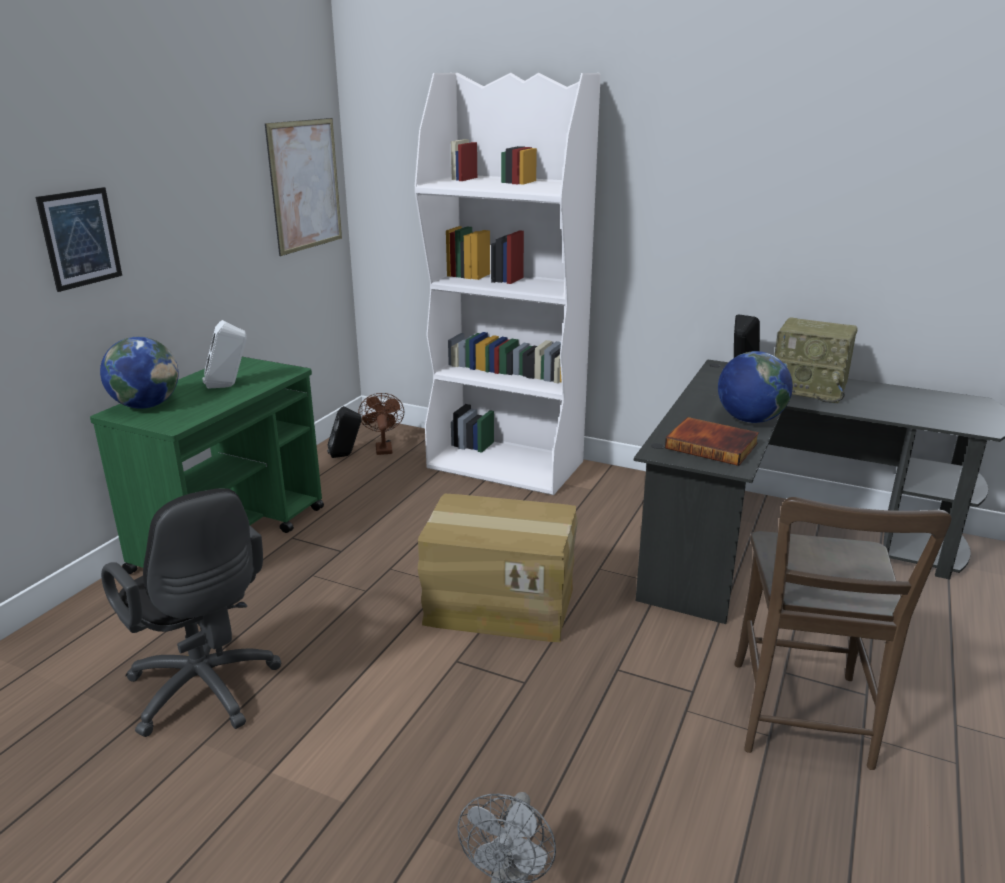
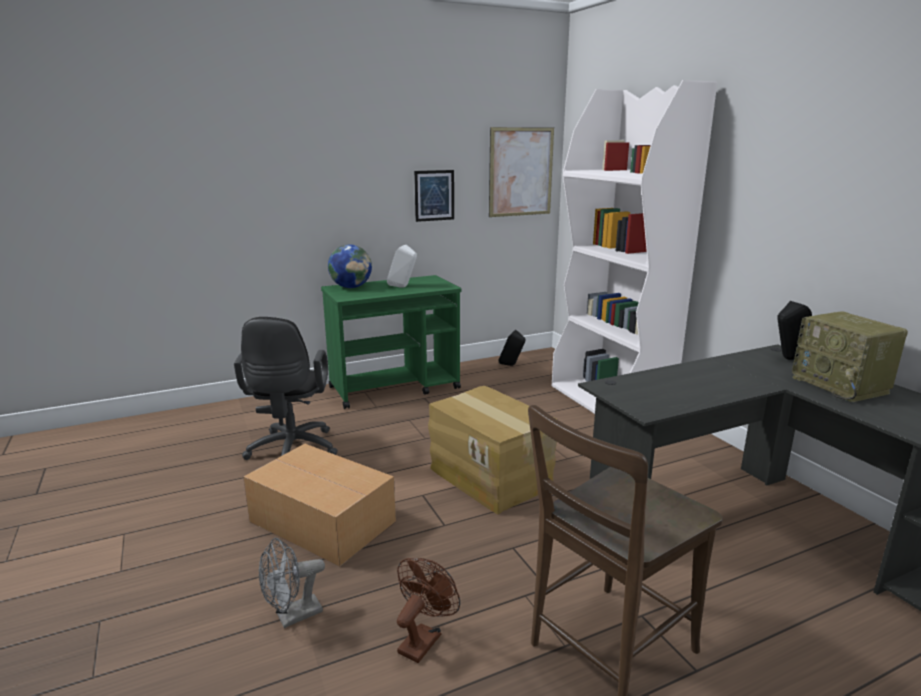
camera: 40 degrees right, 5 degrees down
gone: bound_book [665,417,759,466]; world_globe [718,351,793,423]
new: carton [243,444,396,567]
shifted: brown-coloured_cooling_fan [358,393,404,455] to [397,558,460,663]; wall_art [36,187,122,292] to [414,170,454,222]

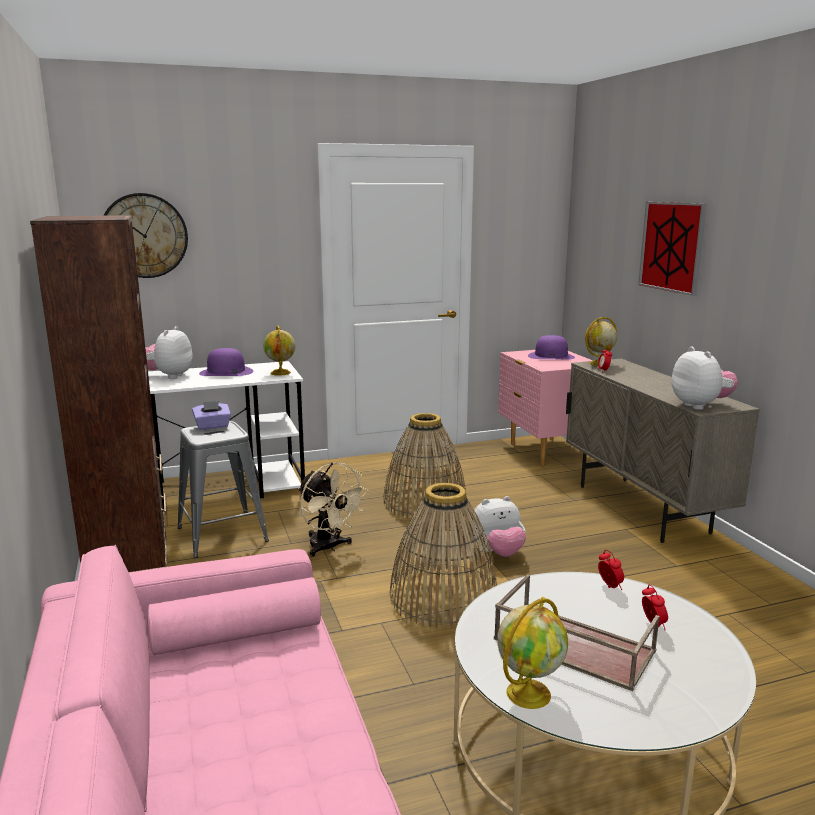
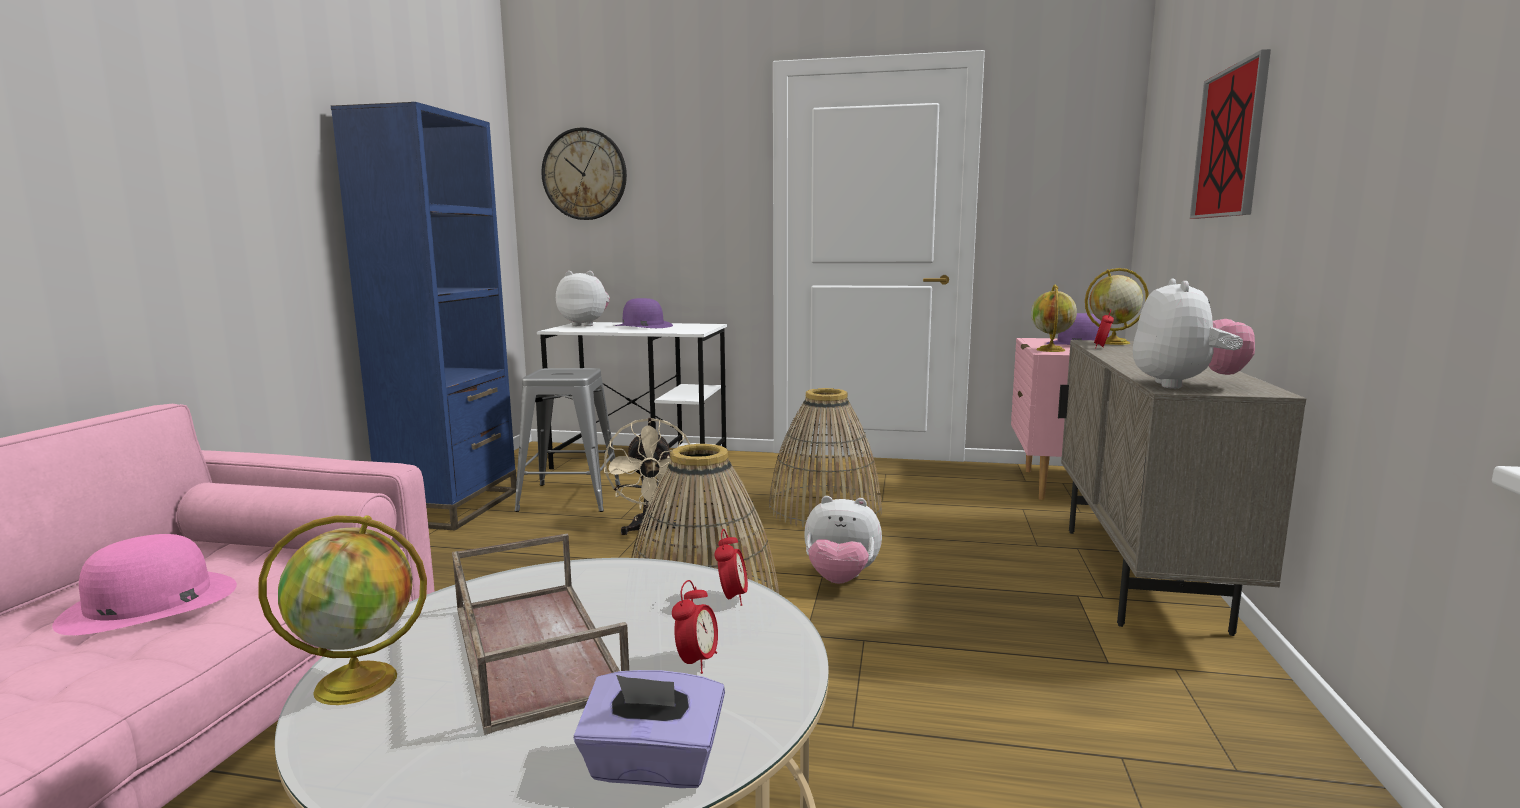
camera: 30 degrees right, 5 degrees down
new: pinkish_hat [52,534,237,635]
shifted: purple_tissue_box [192,401,231,430] to [574,670,725,788]; world_globe [263,325,295,376] to [1031,285,1077,352]
repainted: brown-coloured_shelving_unit [30,215,168,572] to blue_shelving_unit [331,102,517,530]
rotated: plush_toy [145,326,193,379] = [556,271,610,326] 60 degrees clockwise

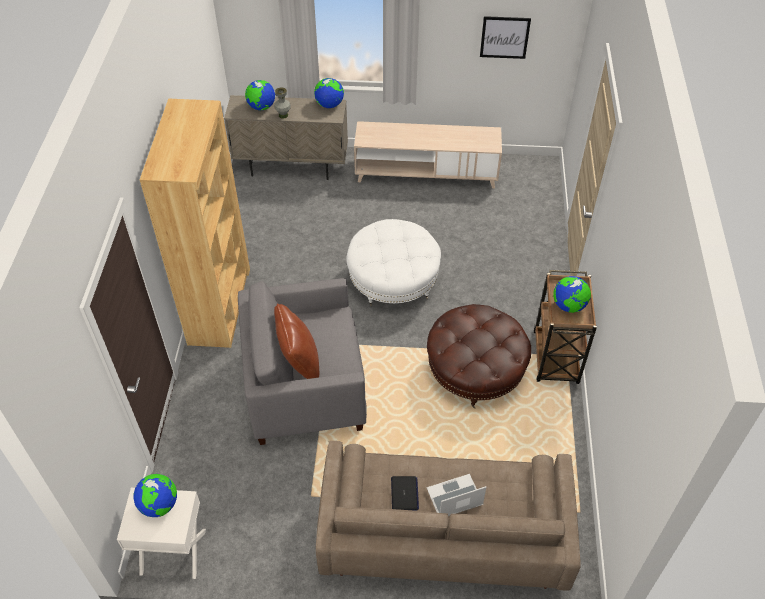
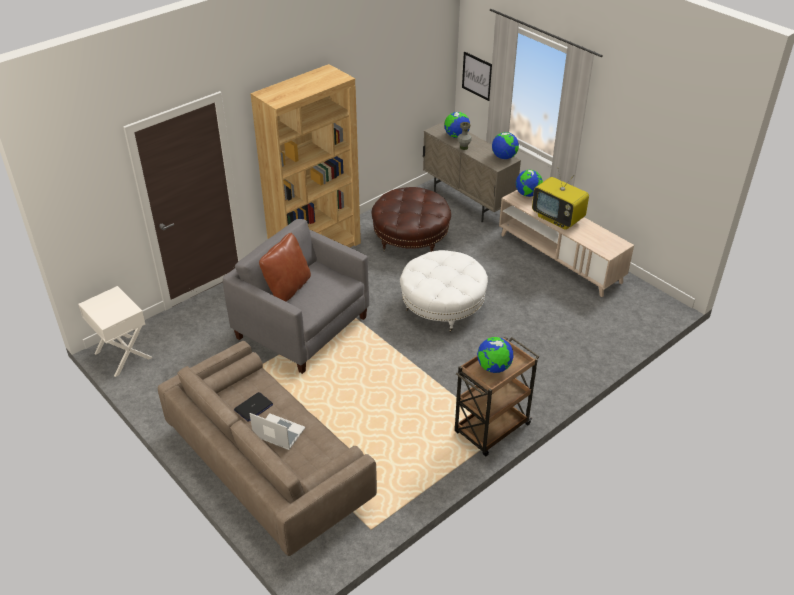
camera: 45 degrees right, 10 degrees down
new: television [532,169,589,230]
shifted: brown-coloured_ottoman [427,304,531,408] to [372,187,451,252]; wall_art [480,16,531,59] to [462,52,492,101]; world_globe [134,474,177,517] to [516,170,543,197]

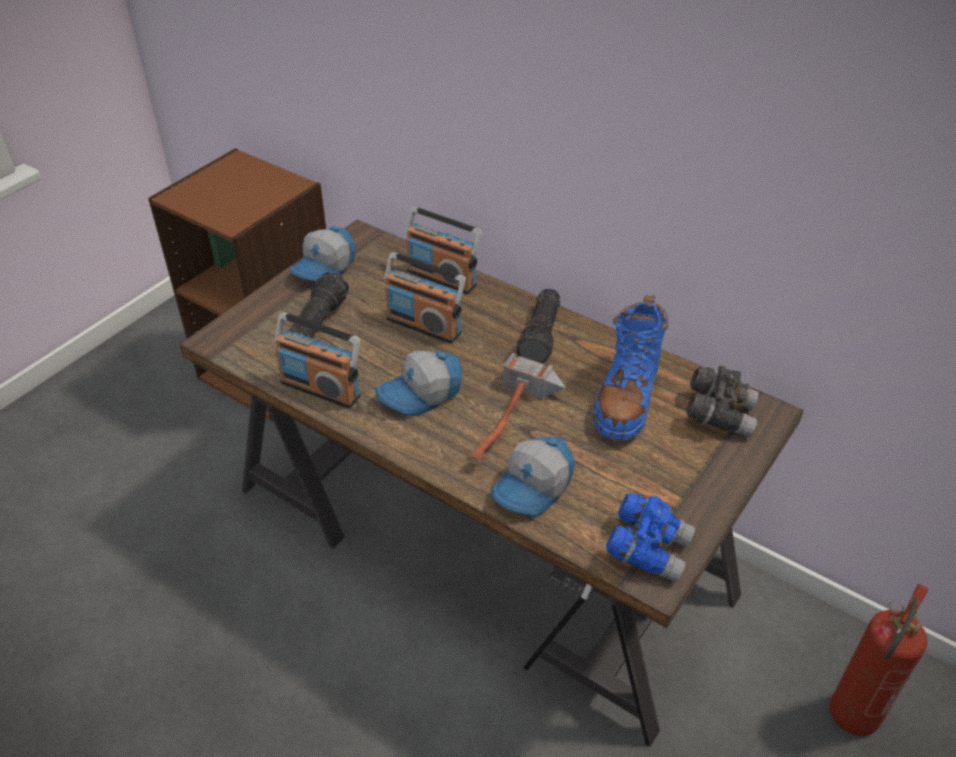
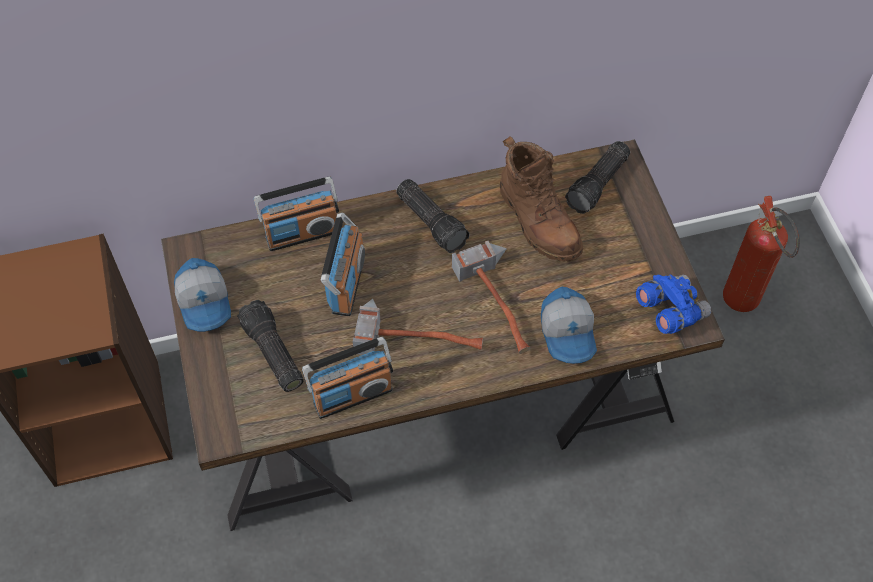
camera: 50 degrees left, 15 degrees up
swapped: cap [375,351,463,416] to hand_hammer [353,299,483,355]; gray_field_glasses [686,366,759,437] to flashlight [565,141,630,214]
repainted: blue_high-top_boot [593,295,668,440] to brown-coloured_high-top_boot [500,136,583,262]
rotated: radio_set [384,252,466,344] = [321,213,365,316] 60 degrees counterclockwise

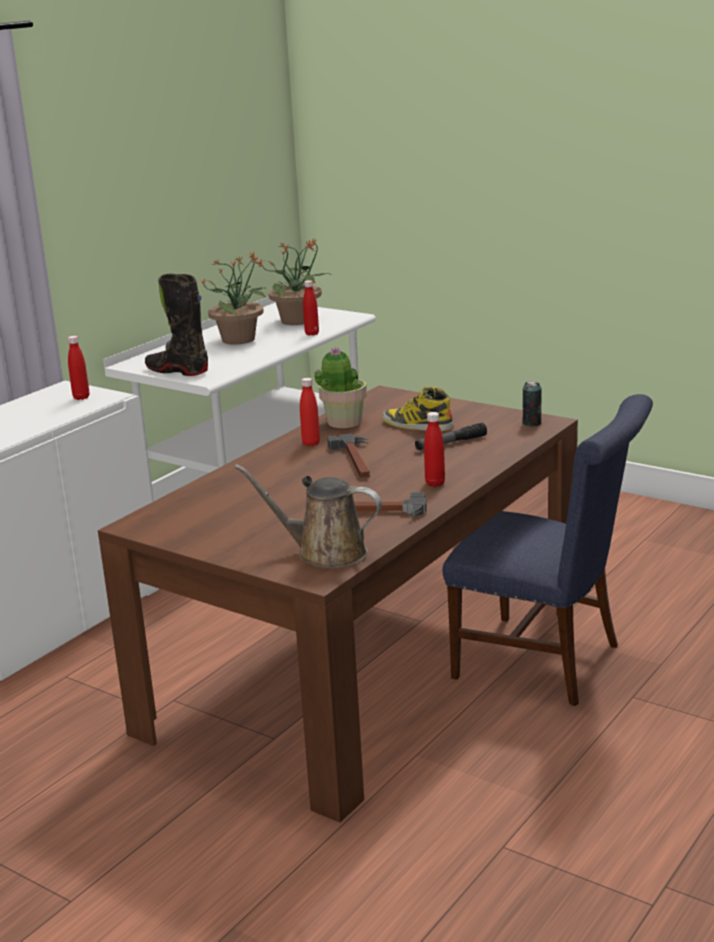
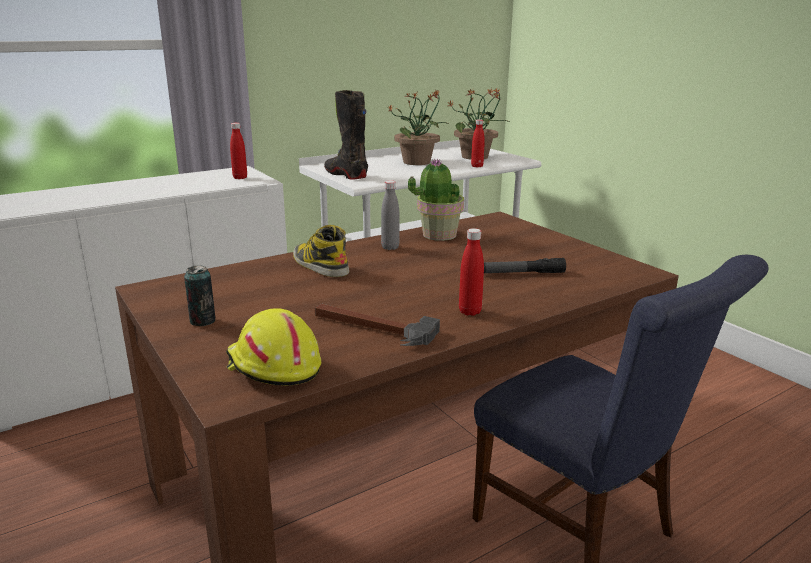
camera: 20 degrees right, 0 degrees up
gone: hand_hammer [327,433,370,478]
shifted: can [523,381,541,426] to [184,265,215,326]; high-top_boot [382,386,454,431] to [293,225,349,277]
swapped: brown-coloured_watering_pot [235,464,382,569] to yellowish_hard_hat [226,308,321,386]
repainted: red_bottle [300,378,320,446] to gray_bottle [381,180,399,250]

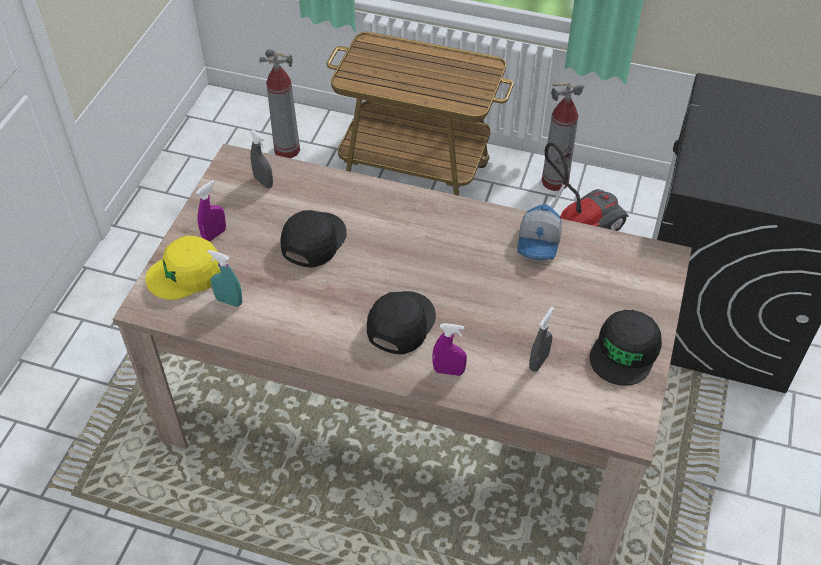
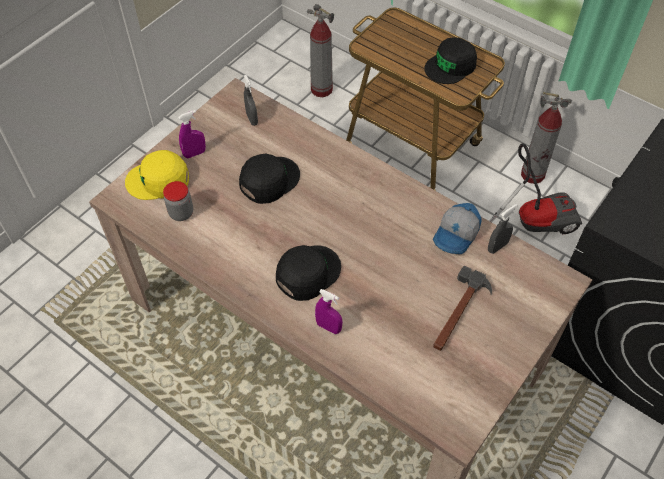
camera: 20 degrees right, 5 degrees up
new: hand_hammer [433,266,492,351]
shifted: blackish_cap [590,310,662,386] to [424,37,477,84]; gray_hand_sprayer [529,307,554,372] to [488,204,518,254]
swapped: turquoise-coloured_hand_sprayer [207,250,242,307] to jar [163,181,193,221]

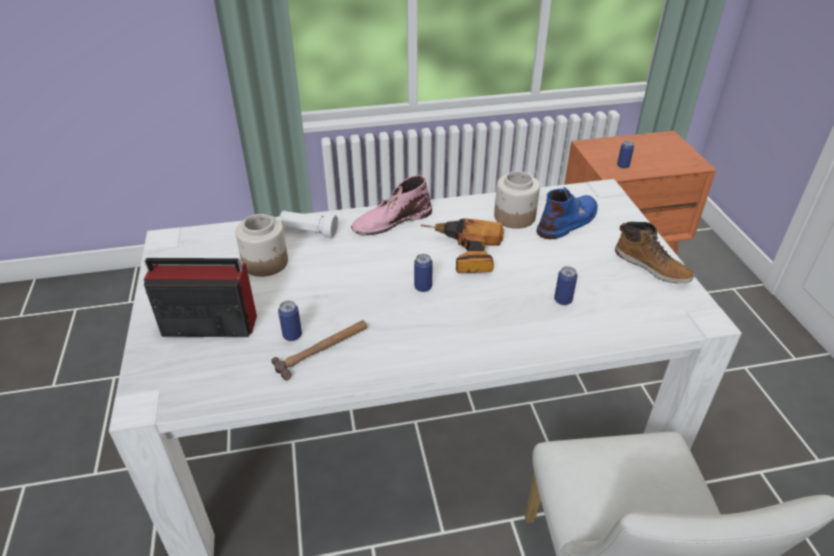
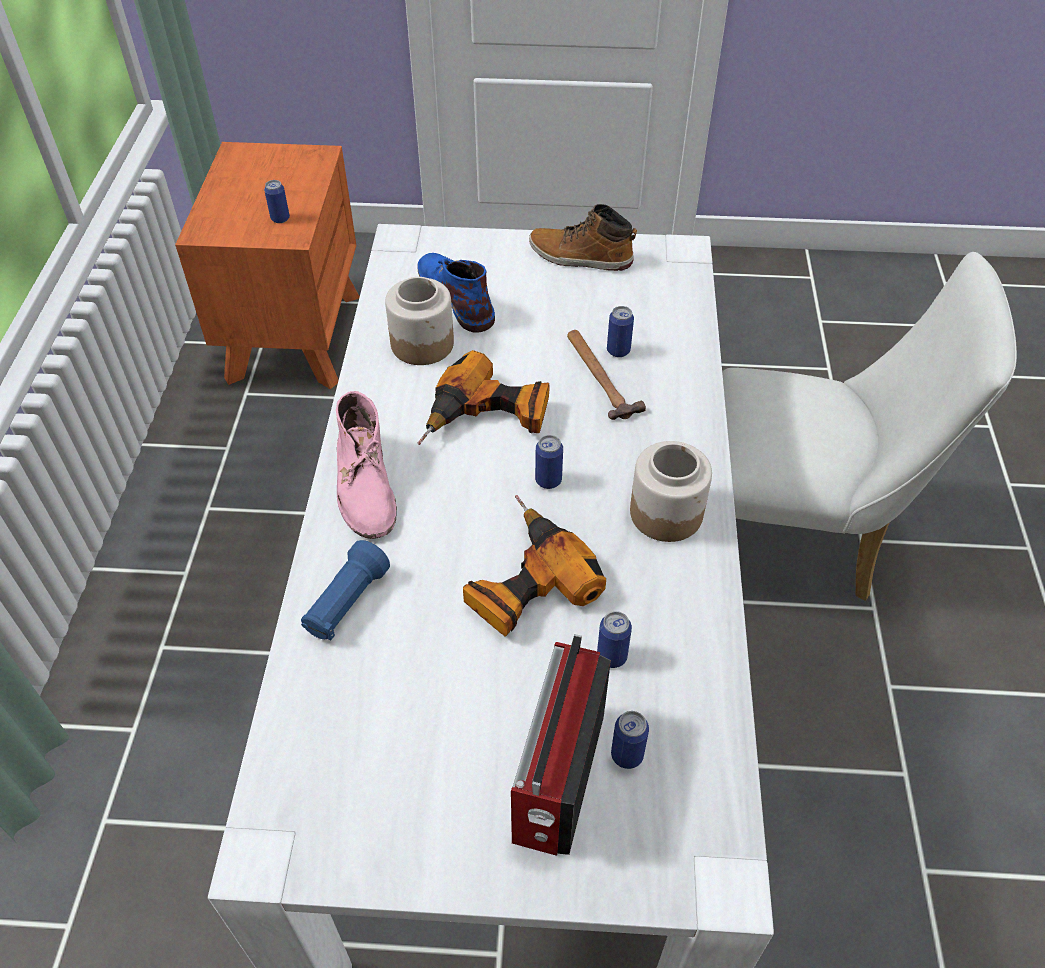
camera: 75 degrees left, 10 degrees up
new: electric_drill [463,495,606,637]; can [611,711,649,769]
shifted: hand_hammer [271,320,367,381] to [567,330,646,420]; jar [235,214,288,277] to [630,441,712,542]
repainted: whitish_flashlight [279,211,338,238] to blue_flashlight [301,540,390,640]
rotated: high-top_boot [615,222,694,283] = [529,204,637,271] 135 degrees counterclockwise

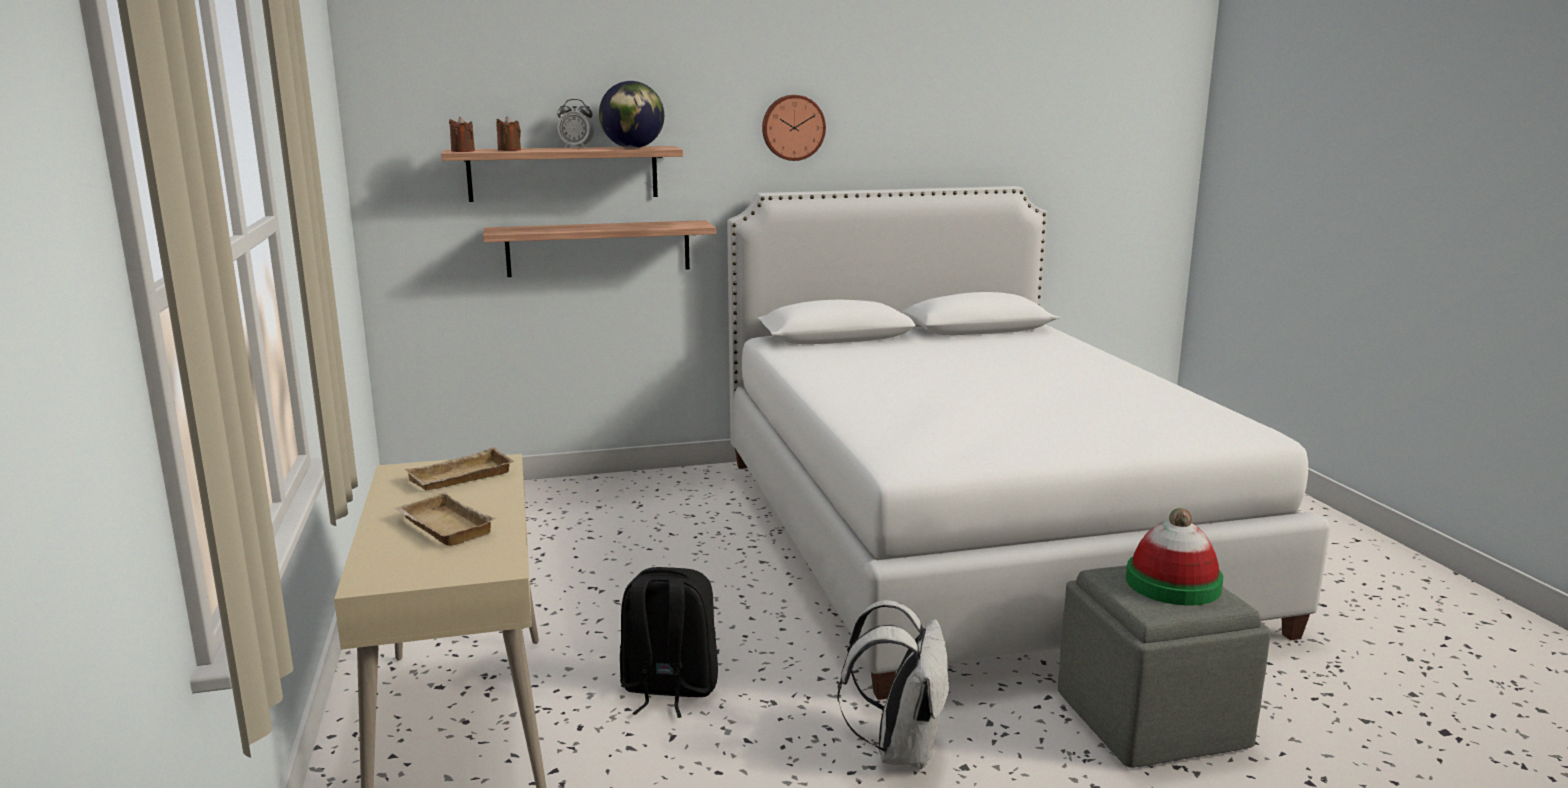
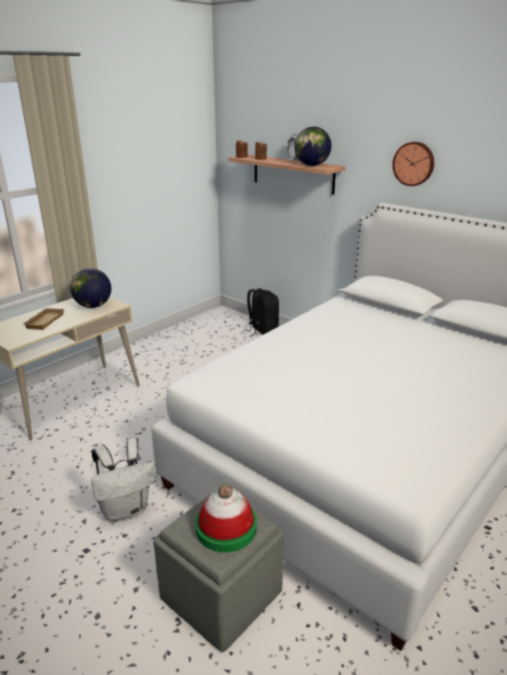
camera: 55 degrees right, 10 degrees up
gone: shelf [483,220,716,277]
shifted: blackish_backpack [620,567,718,718] to [243,289,279,337]
swapped: beige-coloured_carrying_tray [404,447,514,491] to world_globe [70,268,111,308]

